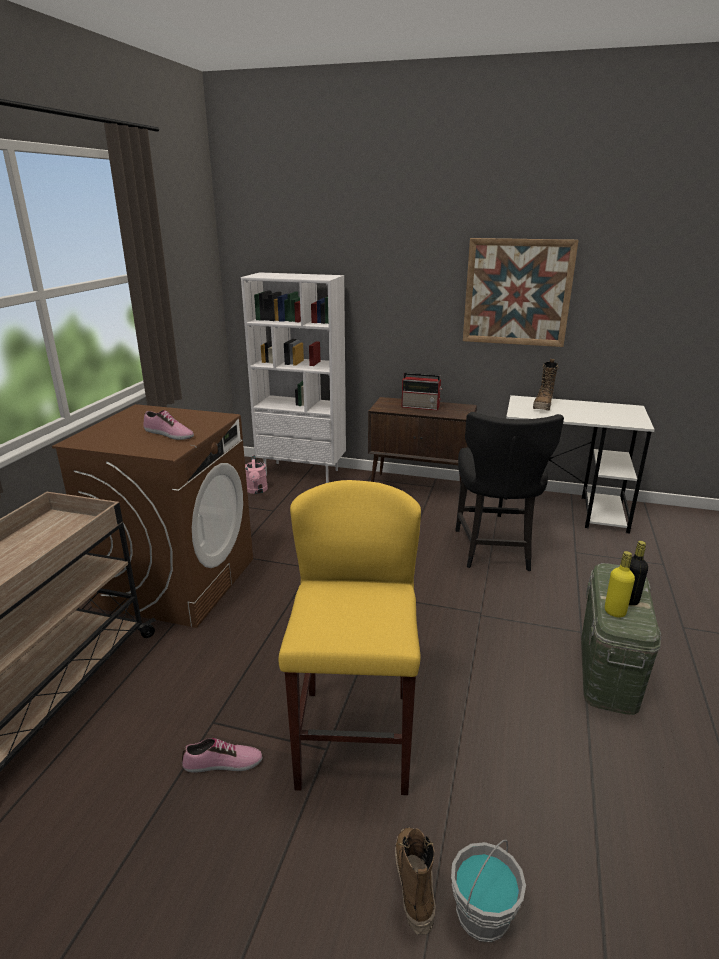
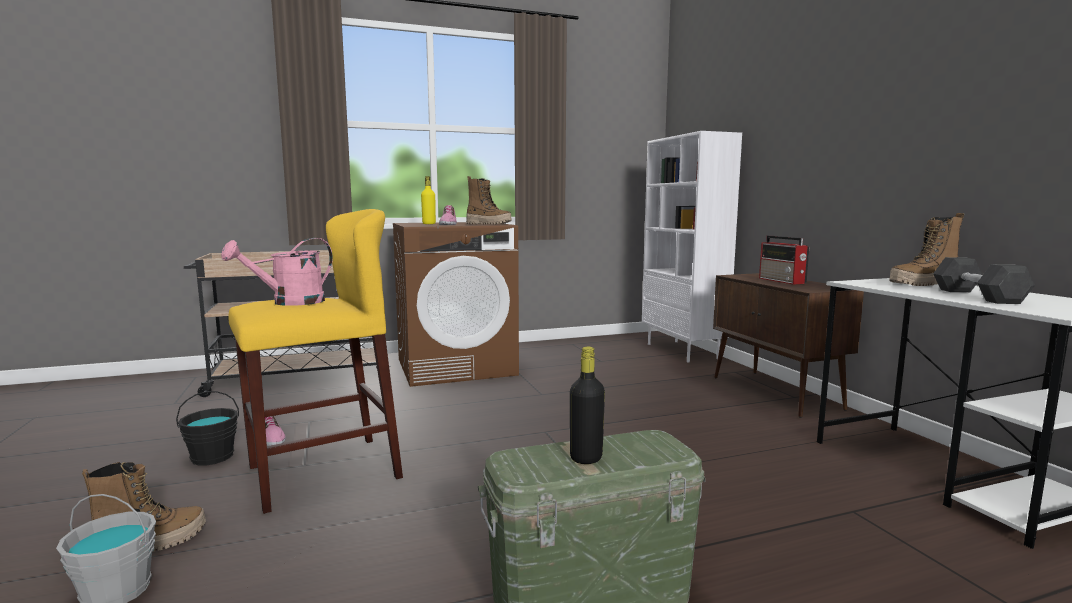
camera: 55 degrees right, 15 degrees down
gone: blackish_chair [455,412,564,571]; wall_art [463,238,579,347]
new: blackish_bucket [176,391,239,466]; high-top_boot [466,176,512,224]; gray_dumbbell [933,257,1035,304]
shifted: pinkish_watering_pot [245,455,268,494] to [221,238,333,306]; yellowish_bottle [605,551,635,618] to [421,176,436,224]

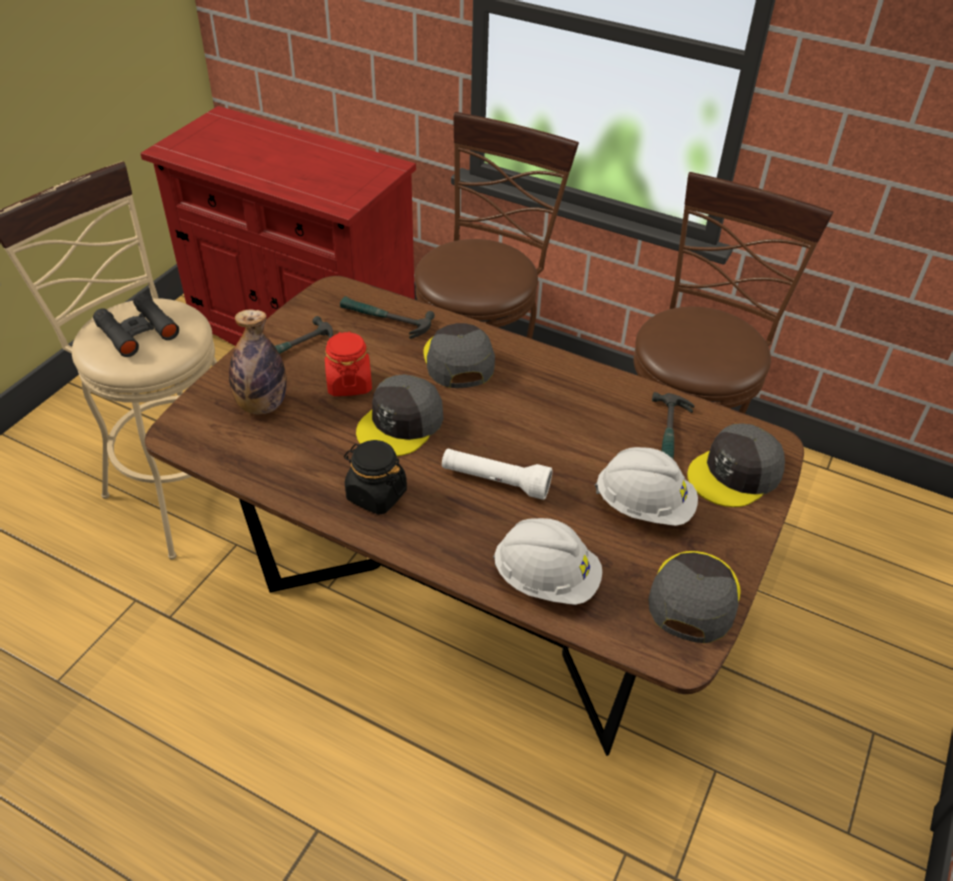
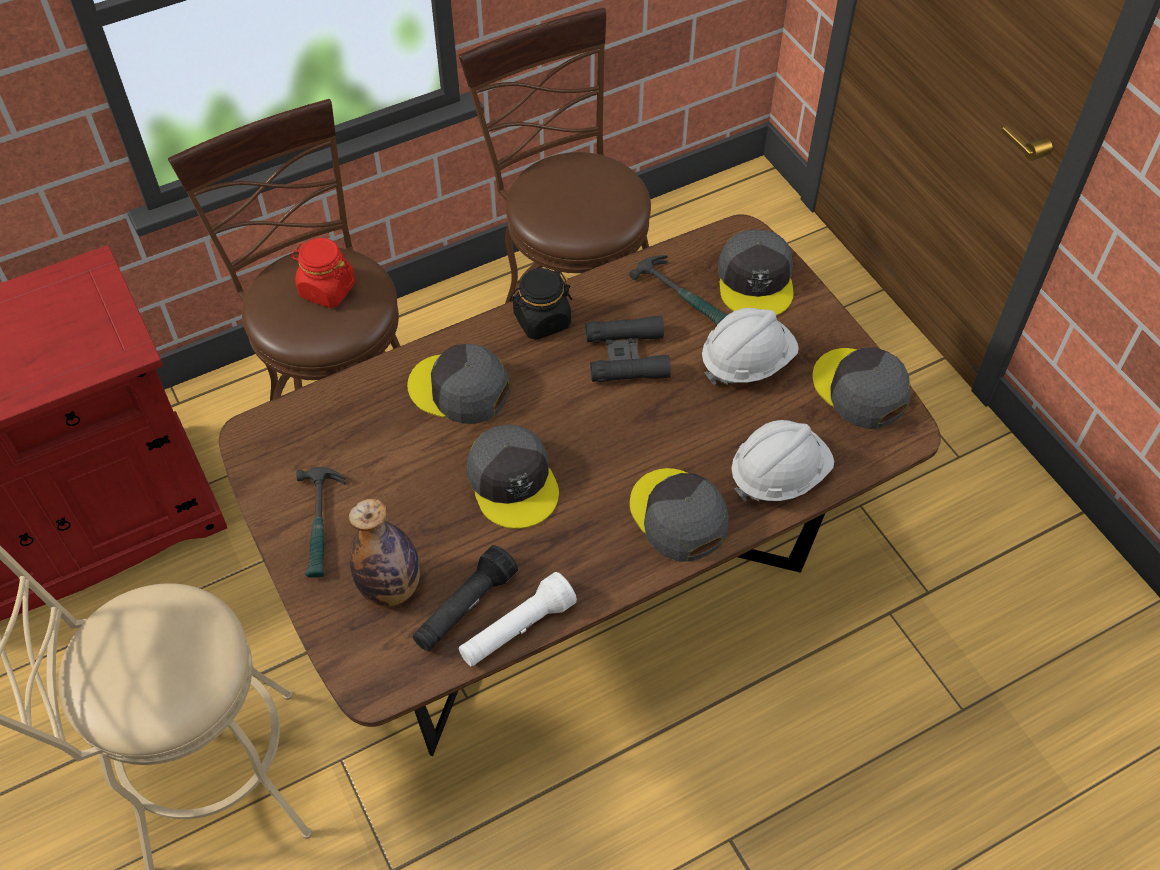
camera: 55 degrees left, 10 degrees up
gone: hand_hammer [340,296,435,339]
new: blackish_flashlight [413,545,518,651]; gray_cap [630,468,729,562]
shifted: red_jar [325,331,372,396] to [291,238,355,308]; whitish_flashlight [442,449,552,500] to [459,572,577,667]; blackish_jar [344,440,407,515] to [509,268,572,340]; blackish_field_glasses [93,293,179,357] to [585,316,671,382]

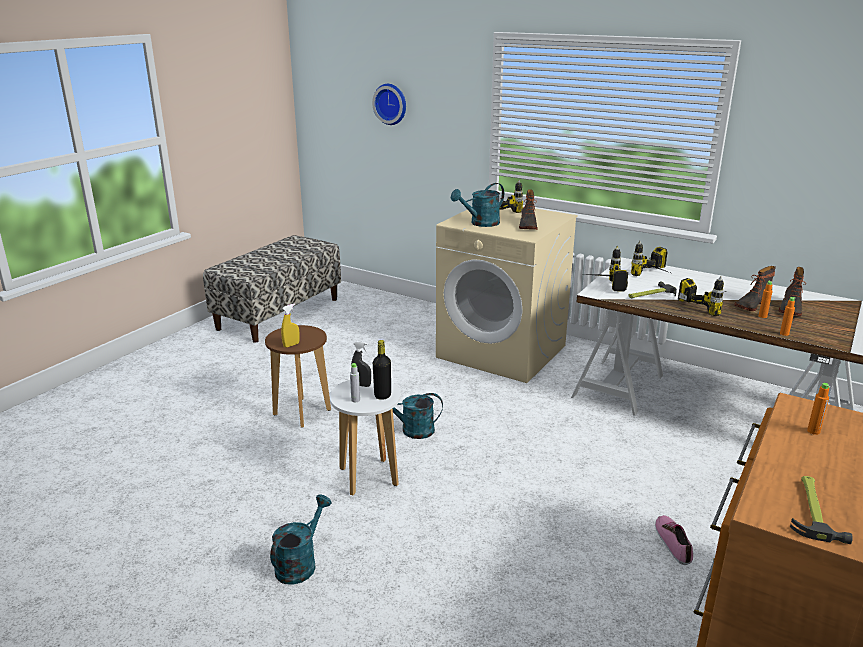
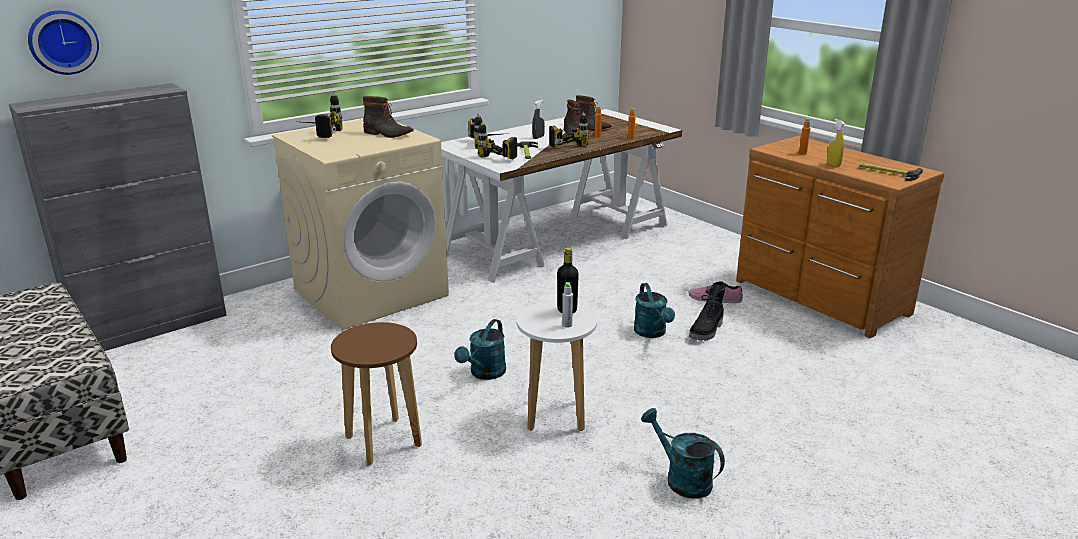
camera: 70 degrees left, 0 degrees up
new: gray_cupboard [9,83,227,351]; blackish_high-top_boot [689,282,725,341]
shifted: gray_hand_sprayer [351,341,371,387] to [532,100,545,139]; turquoise-coloured_watering_pot [451,183,504,227] to [634,283,675,338]; yellowish_hand_sprayer [281,304,300,348] to [827,119,845,167]

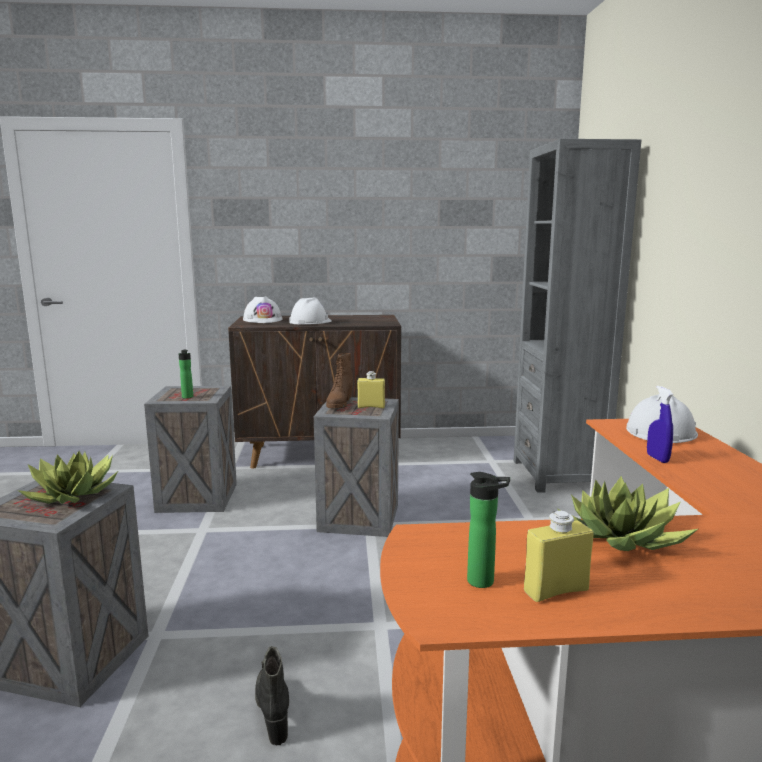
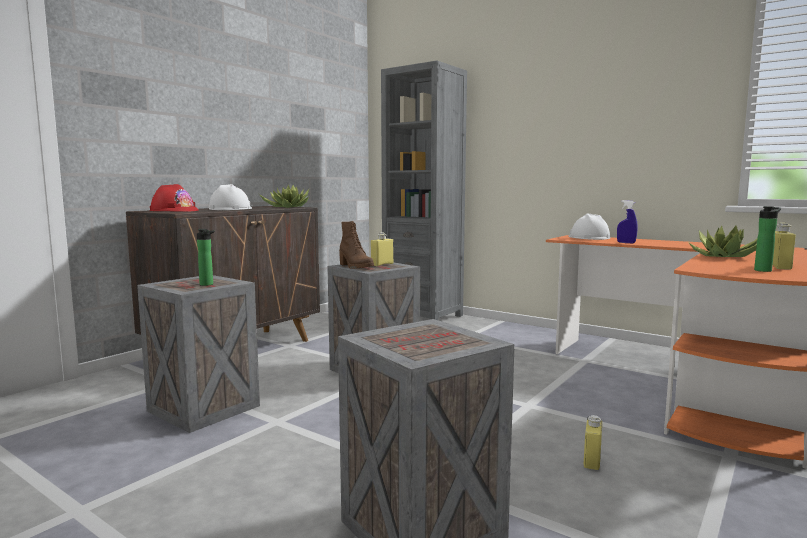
camera: 50 degrees left, 5 degrees down
shifted: houseplant [18,451,119,504] to [259,185,309,208]
swapped: blackish_high-top_boot [255,646,289,745] to yellowish_bottle [584,415,602,470]
repainted: whitish_hard_hat [243,296,283,323] to red_hard_hat [150,184,199,211]

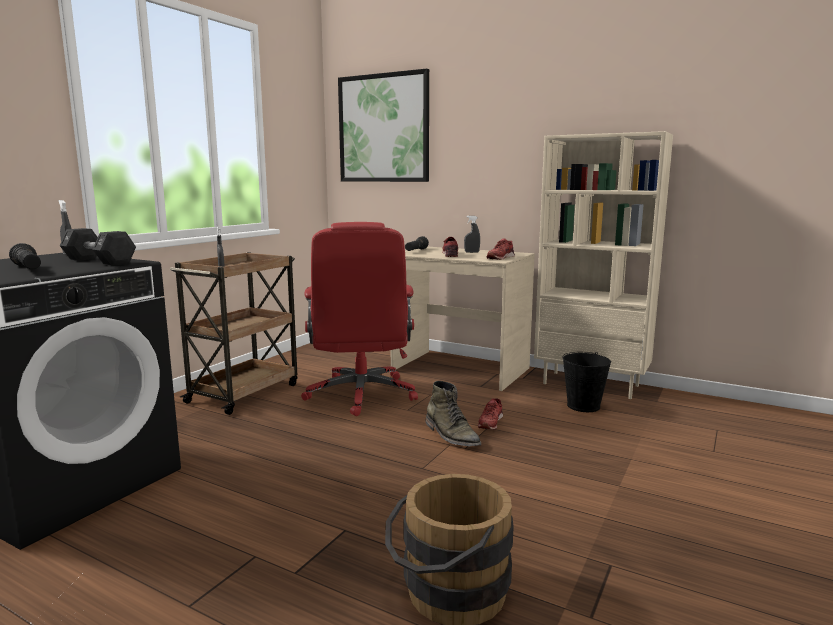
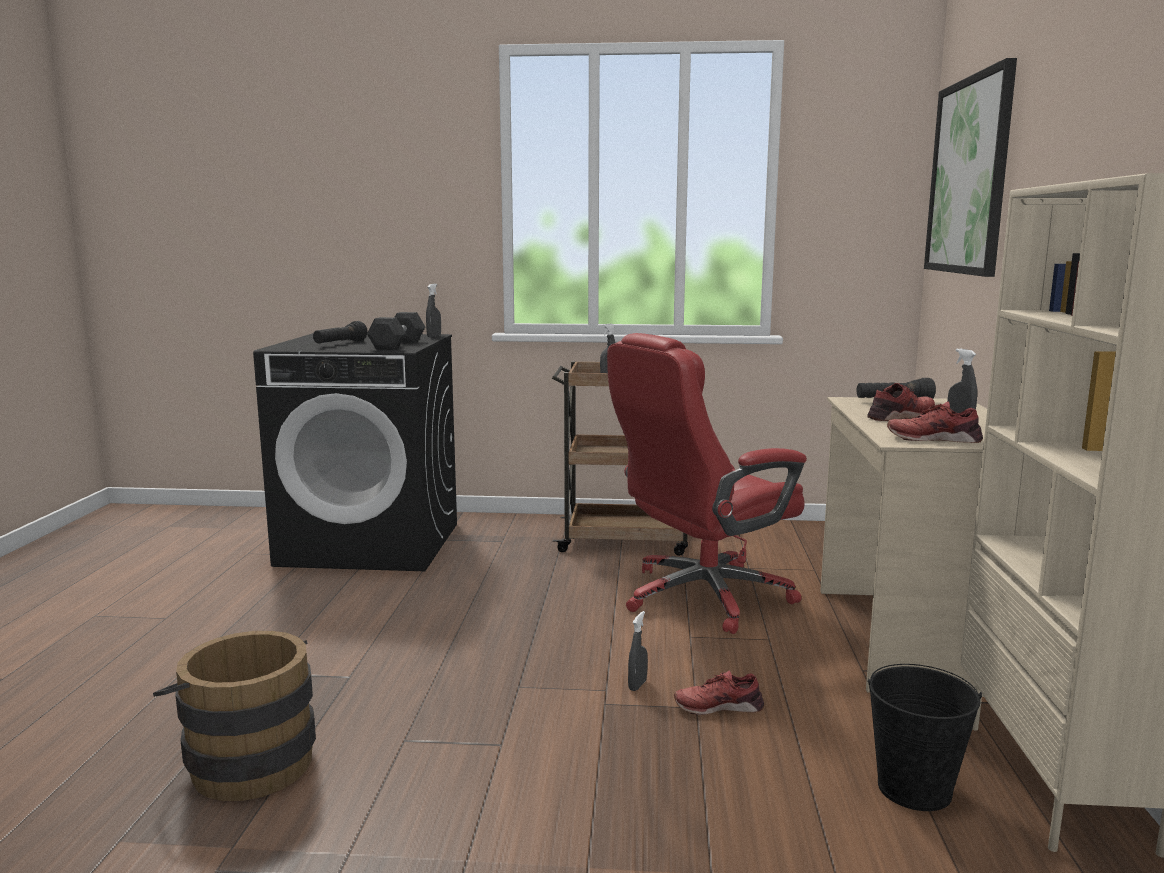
camera: 65 degrees right, 0 degrees up
swapped: green-coloured_high-top_boot [425,381,481,446] to gray_hand_sprayer [628,611,648,691]

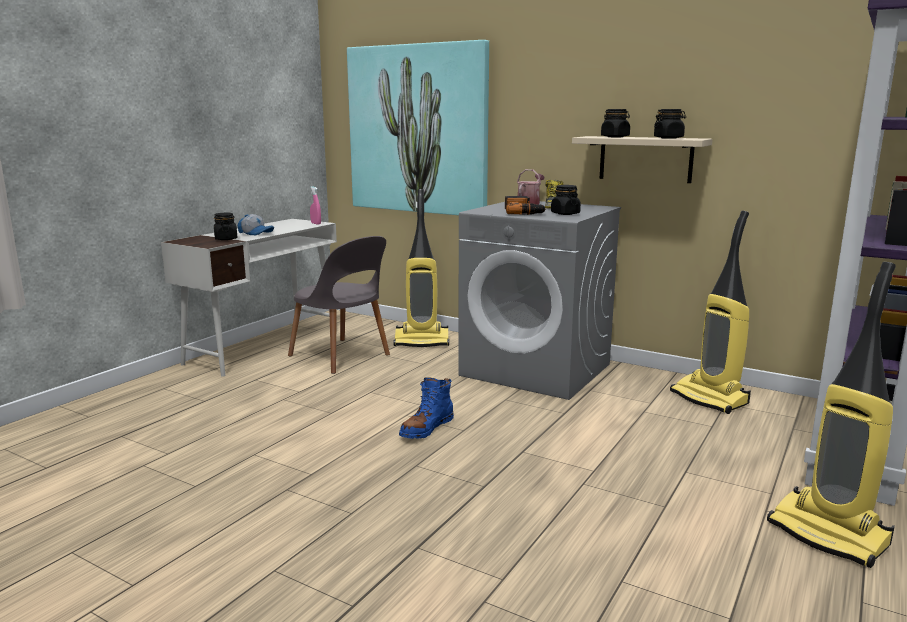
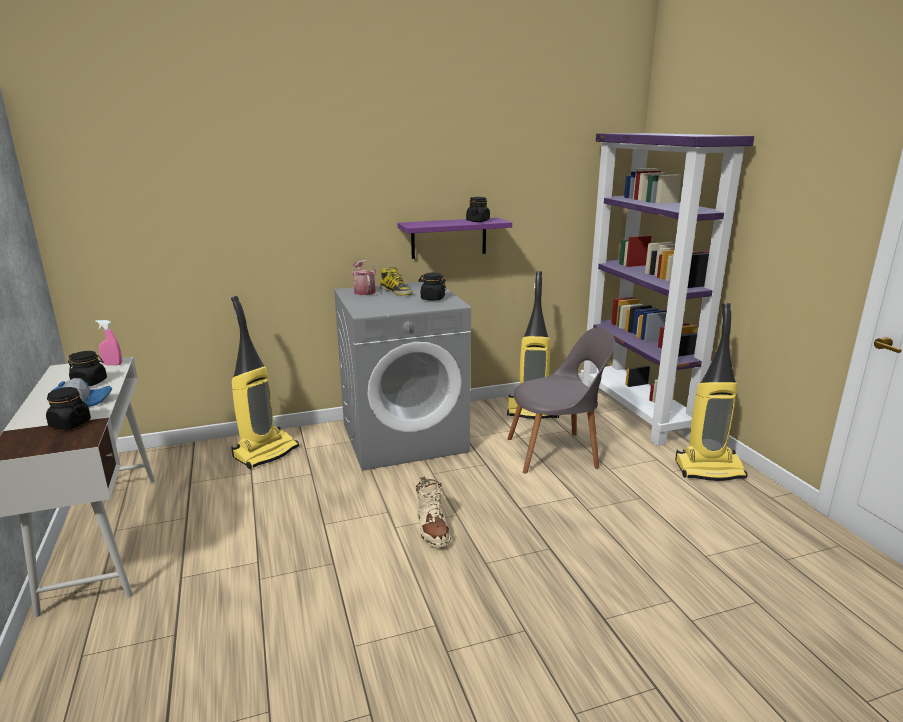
camera: 50 degrees left, 5 degrees up
gone: wall_art [347,40,489,215]; electric_drill [505,196,547,215]
shifted: blackish_jar [601,109,630,137] to [68,351,107,386]; gray_chair [288,236,390,374] to [507,327,615,473]
repainted: beige-coloured_shelf [572,136,713,183] to purple_shelf [397,217,512,259]; blue_high-top_boot [399,377,454,439] to beige-coloured_high-top_boot [416,476,451,547]

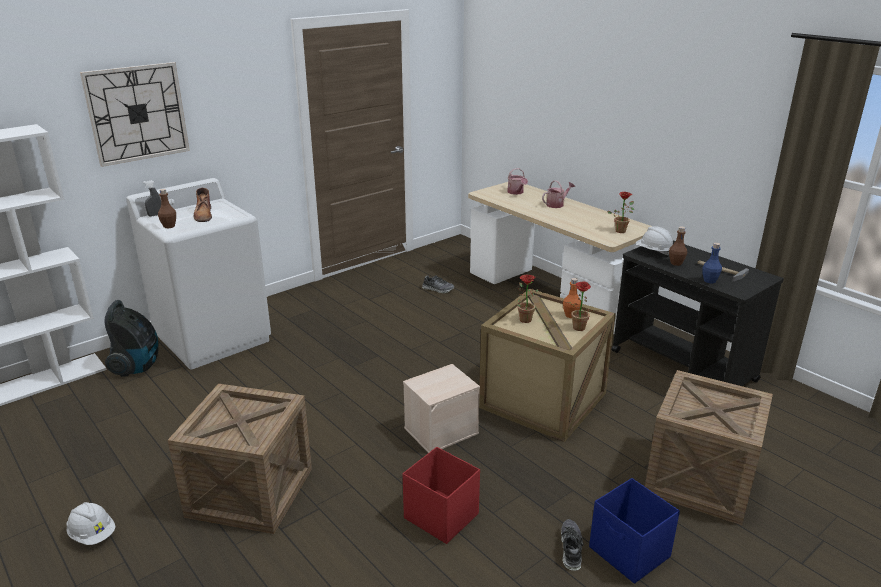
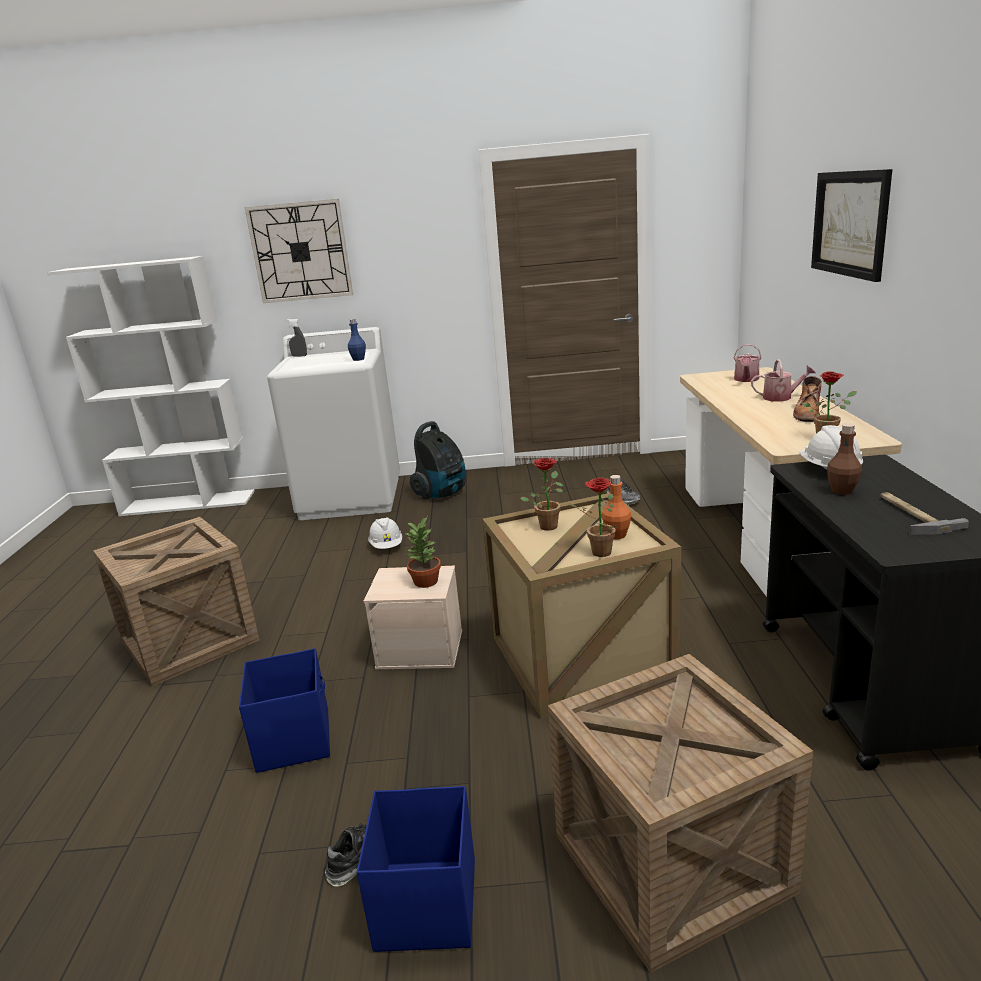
camera: 40 degrees right, 5 degrees down
gone: brown-coloured_bottle [158,189,176,228]
new: houseplant [404,517,441,588]; wall_art [811,169,892,282]
shifted: blue_bottle [702,242,722,284] to [348,318,366,361]; whitish_hard_hat [67,502,116,545] to [368,517,402,549]; vacuum [104,300,159,377] to [410,421,466,499]; brown-coloured_high-top_boot [194,188,212,222] to [793,376,822,422]
repainted: red_storage_box [403,447,480,544] to blue_storage_box [239,648,330,773]

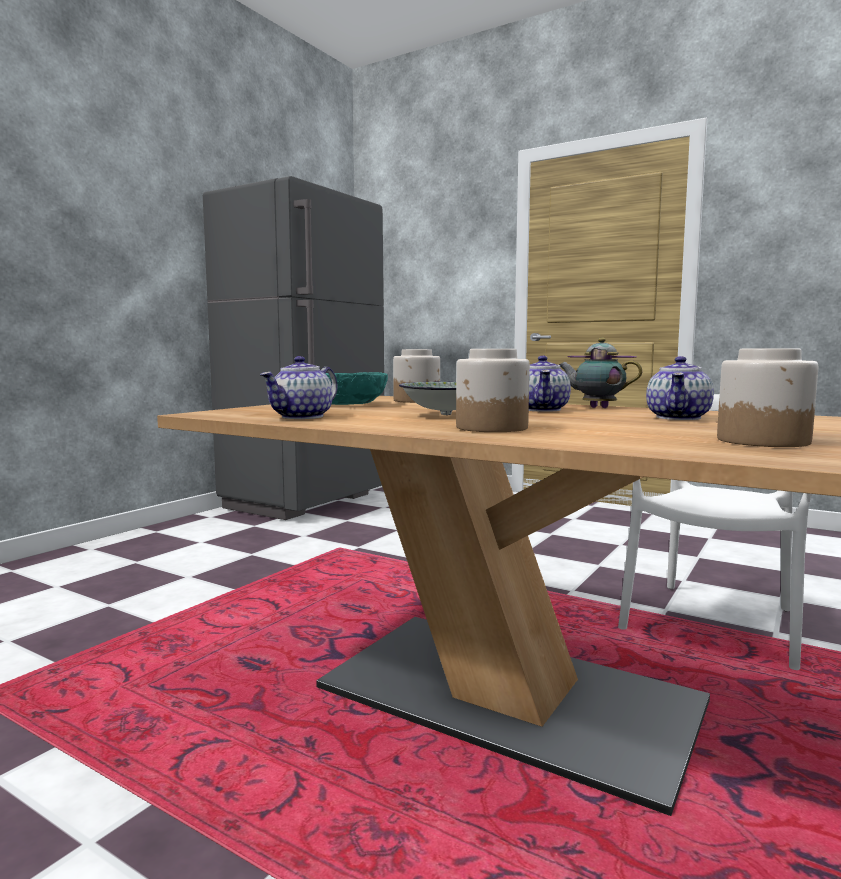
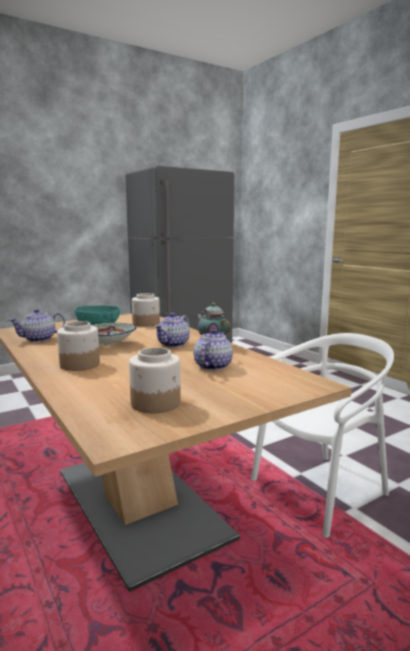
camera: 25 degrees right, 5 degrees up
rotated: teapot [646,356,714,420] = [193,329,233,370] 150 degrees clockwise

